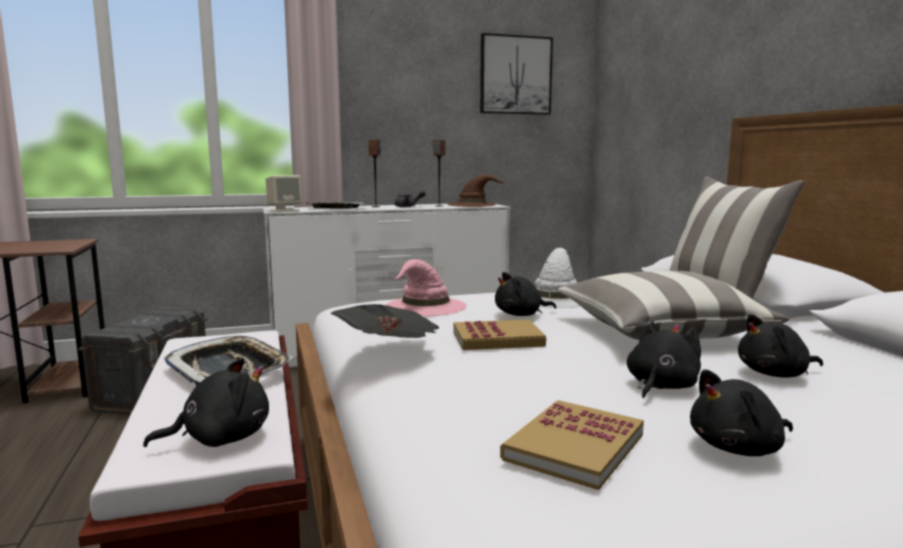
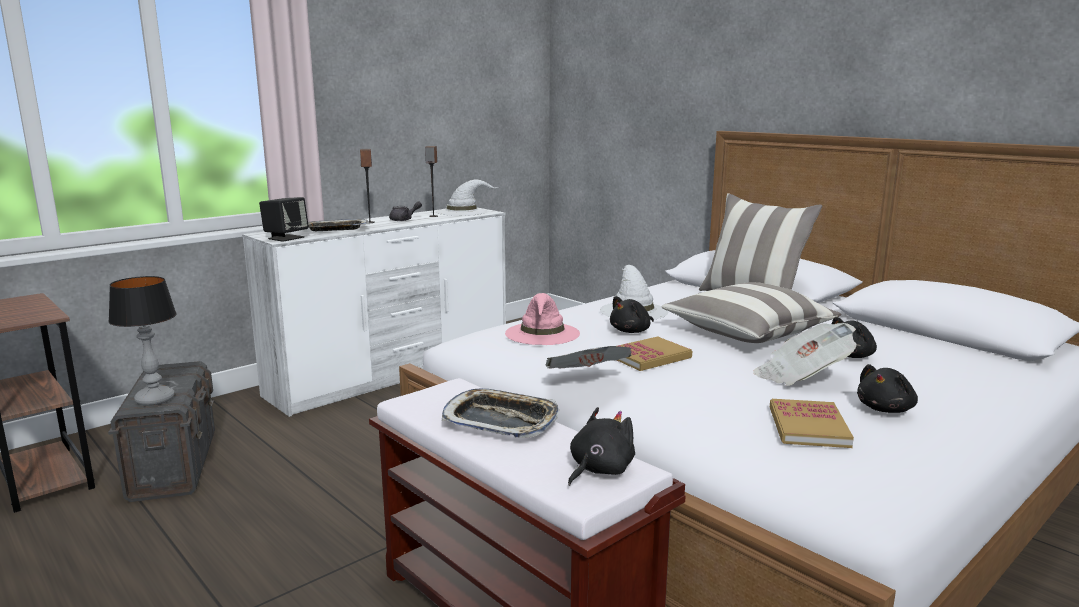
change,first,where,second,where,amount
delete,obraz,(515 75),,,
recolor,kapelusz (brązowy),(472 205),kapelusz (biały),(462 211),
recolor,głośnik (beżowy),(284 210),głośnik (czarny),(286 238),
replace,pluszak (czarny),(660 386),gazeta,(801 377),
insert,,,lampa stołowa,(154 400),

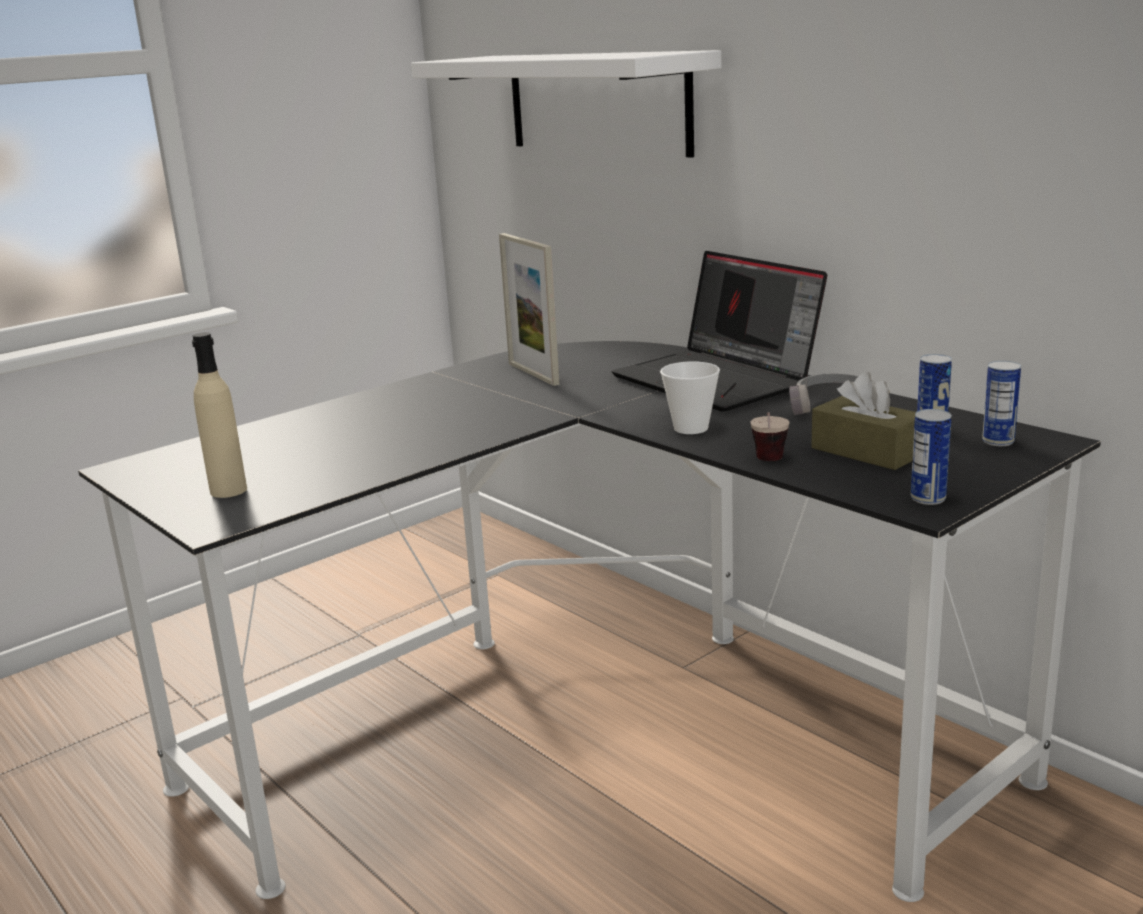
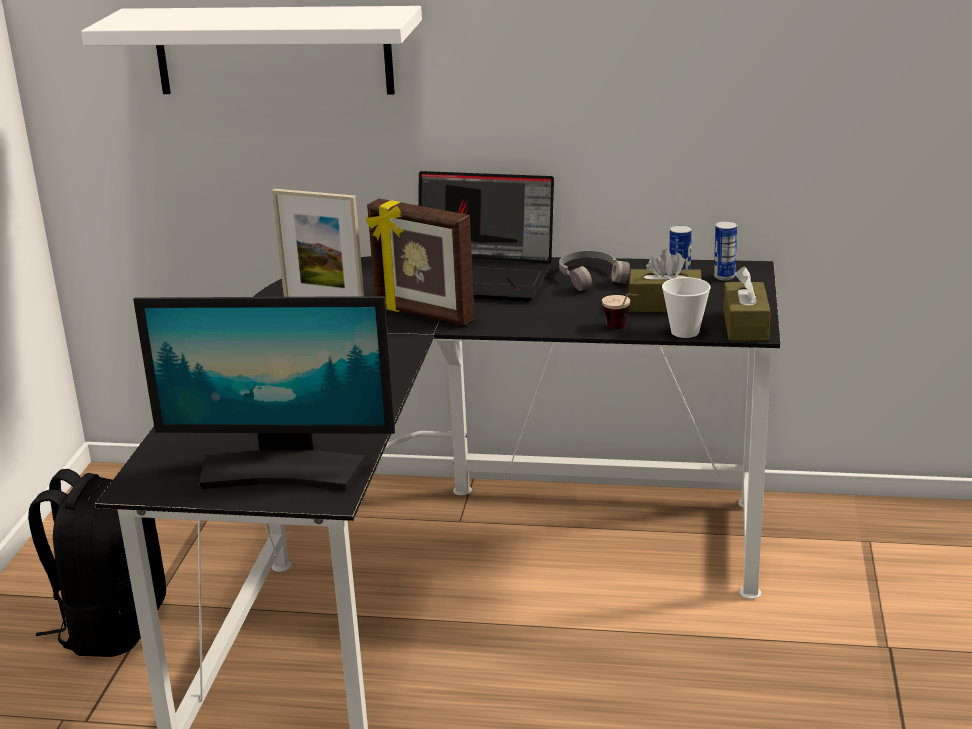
change,first,where,second,where,amount
replace,butelka (beżowy),(228 490),monitor,(281 470),
move,filiżanka,(691 428),,(685 332),
replace,puszka,(928 498),pudełko chusteczek (brązowy),(745 325),
insert,,,ramka na zdjęcie,(423 314),
insert,,,plecak (czarny),(112 626),

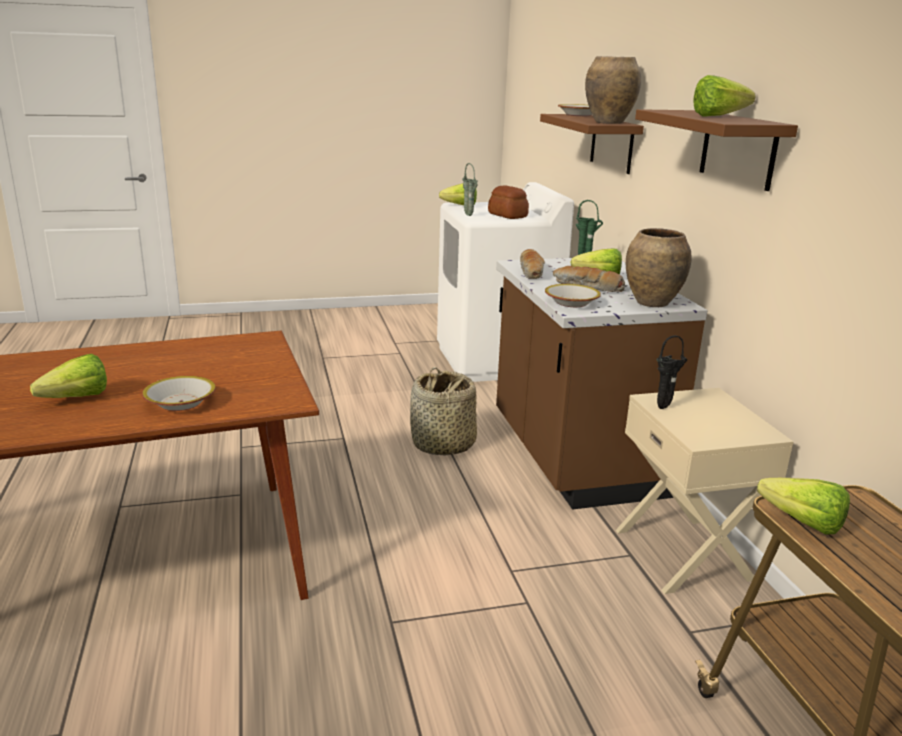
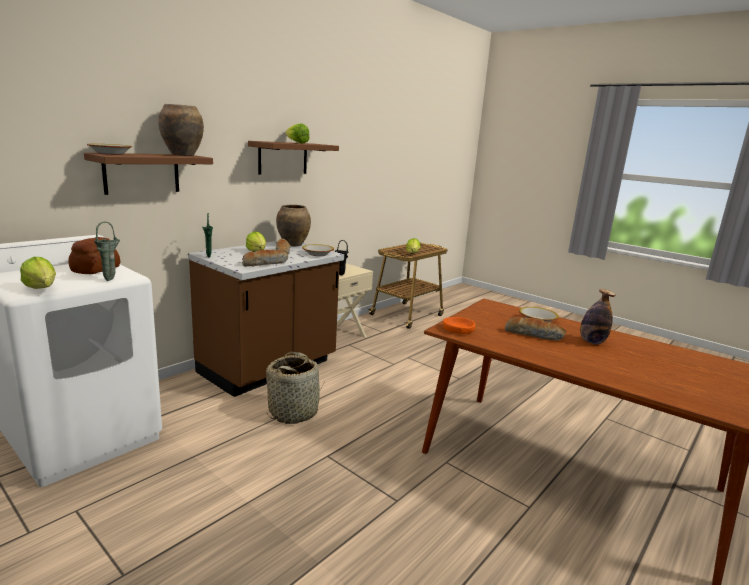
change,first,where,second,where,amount
replace,sałata,(70 399),butelka,(592 342),
insert,,,miska (pomarańczowy),(458 329),
insert,,,chleb,(534 335),

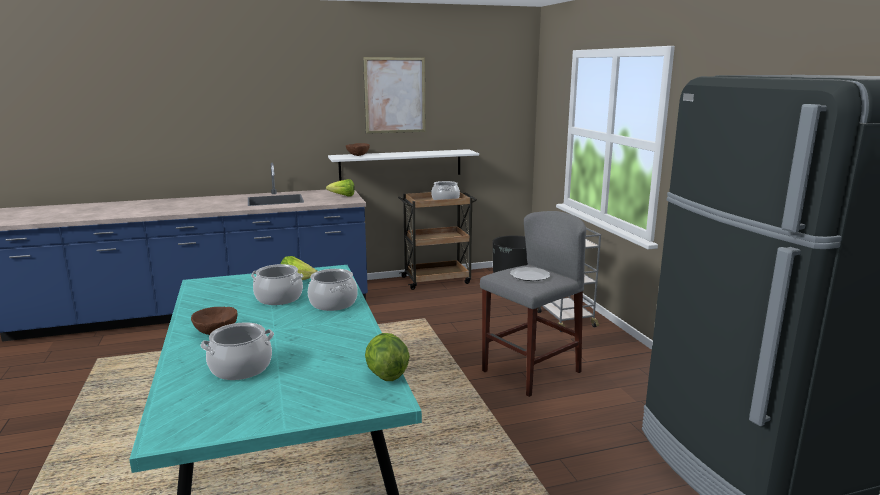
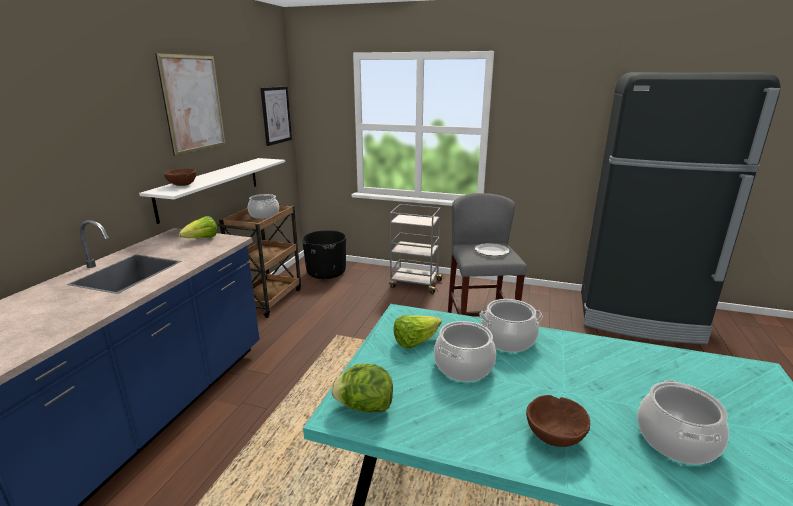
change,first,where,second,where,amount
move,sałata,(386 374),,(364 407),
insert,,,obraz,(276 115),

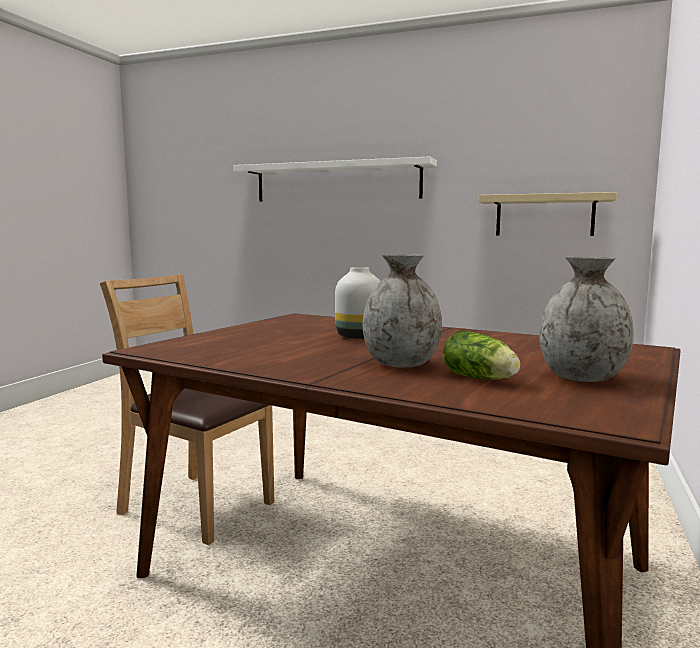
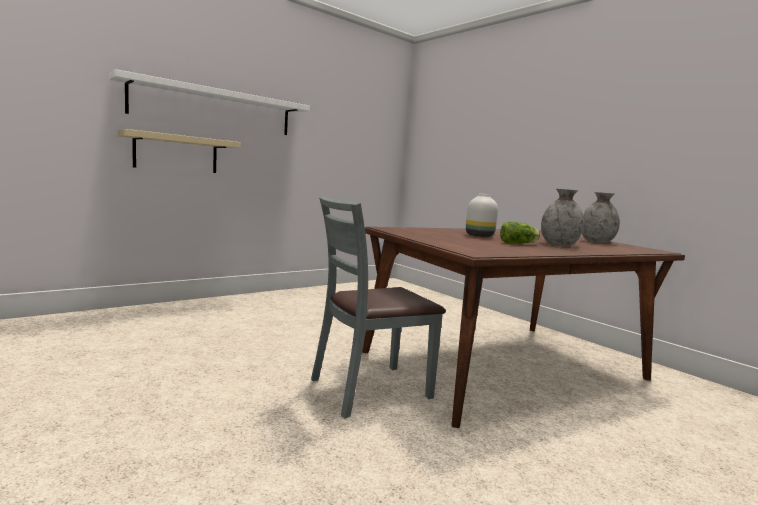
change,first,where,second,where,amount
move,półka (beżowy),(544 215),,(176 153),
recolor,krzesło (brązowy),(196 506),krzesło (szary),(369 389),
move,sałata,(481 379),,(519 243),

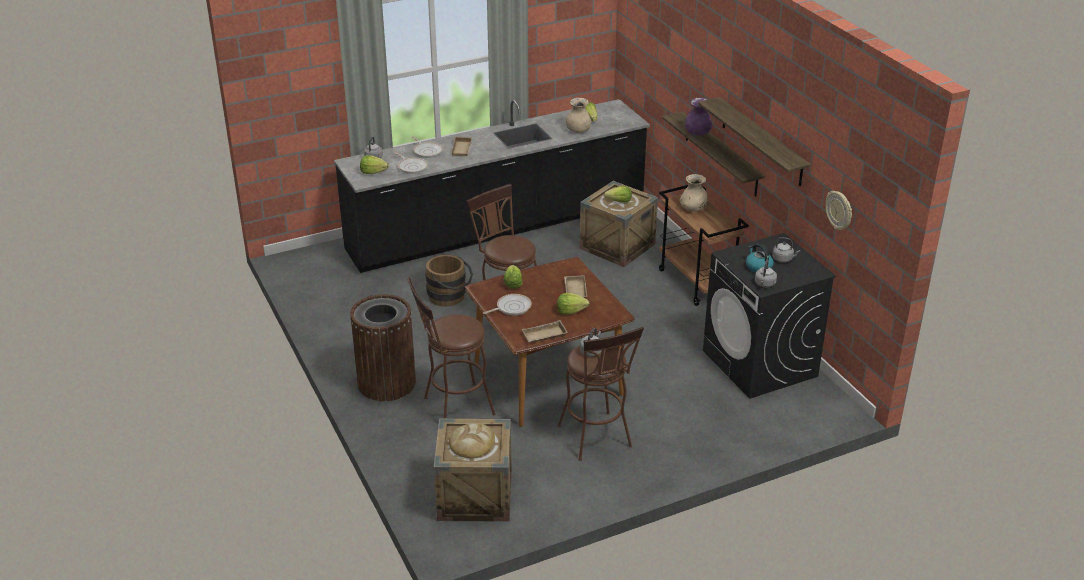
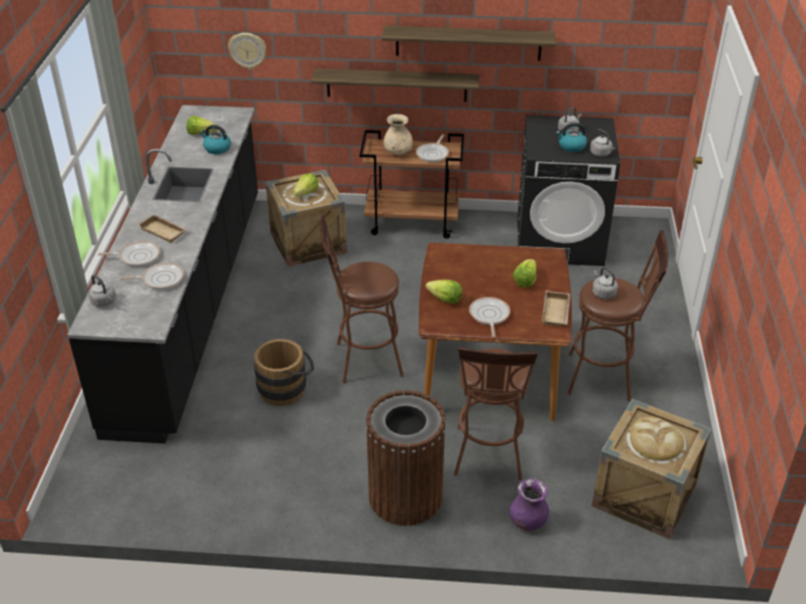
change,first,where,second,where,amount
replace,wazon (beżowy),(578 131),czajnik,(217 148),
move,wazon (fioletowy),(697 133),,(528 521),
delete,sałata,(373 172),,,
move,zegar ścienny,(839 210),,(247 50),
delete,taca (beżowy),(574 290),,,
insert,,,patelnia,(433 154),

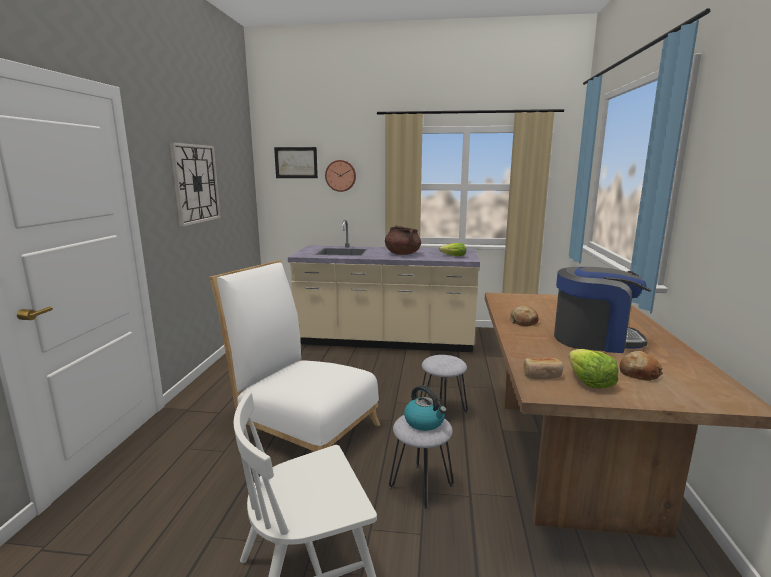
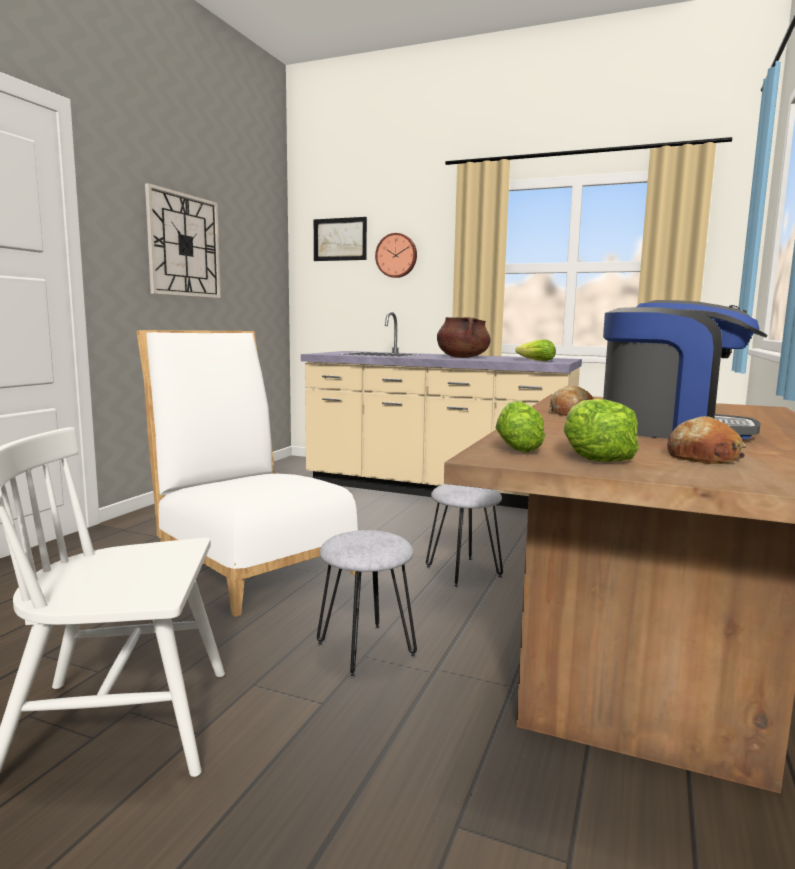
change,first,where,second,where,amount
replace,chleb,(542 375),sałata,(520 447),
delete,czajnik,(425 422),,,

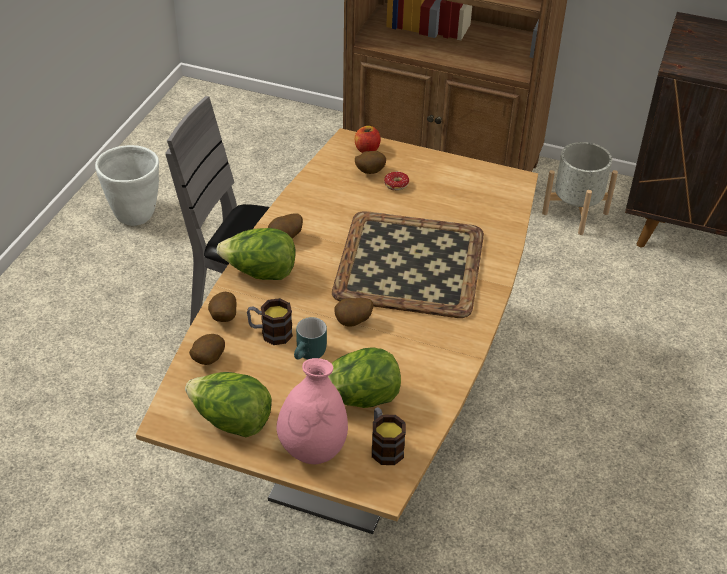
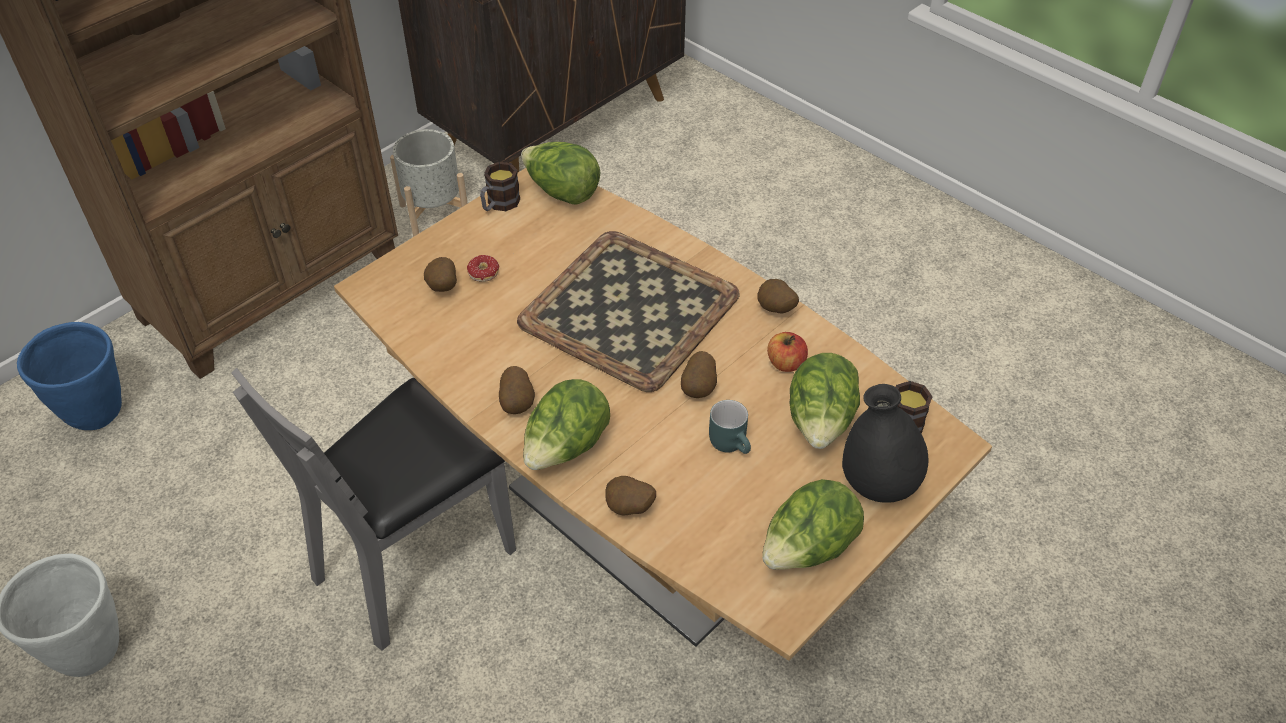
change,first,where,second,where,amount
move,jabłko,(367 149),,(785 363),
move,kubek,(270 333),,(499 204),
move,ziemniak,(207 360),,(775 310),
recolor,wazon (różowy),(313 449),wazon (czarny),(878 485),
insert,,,sałata,(562 192),
insert,,,donica (niebieski),(96 413),

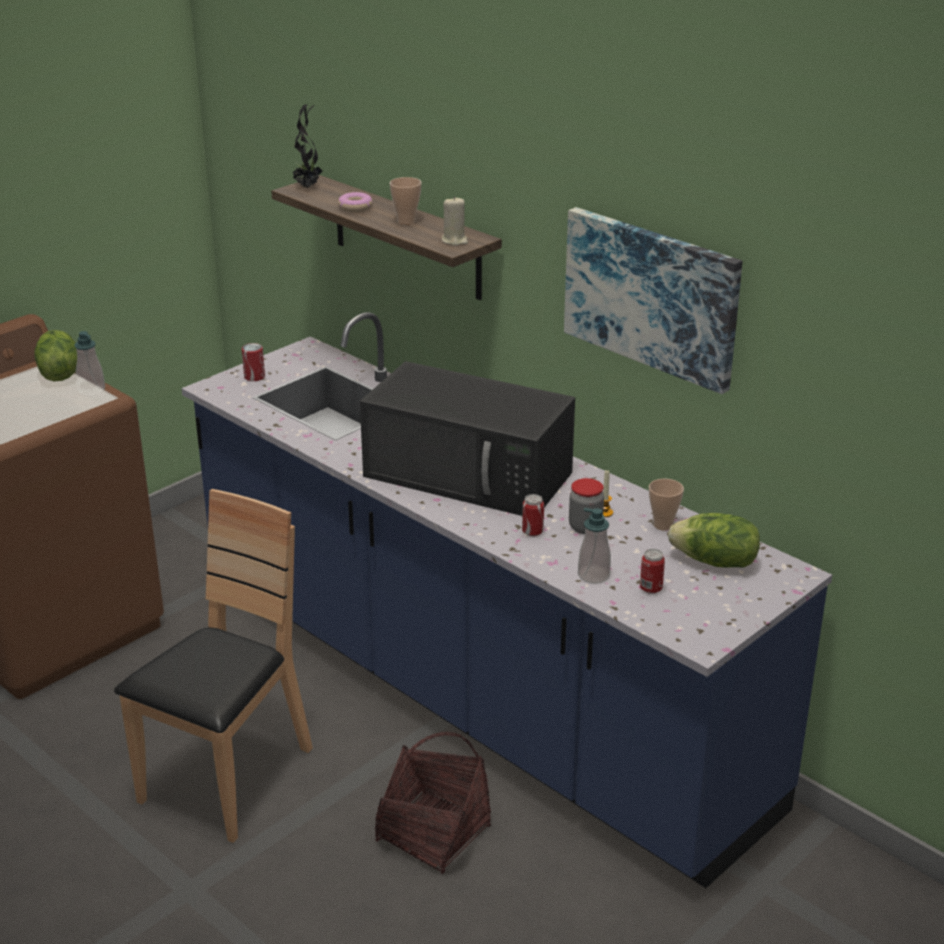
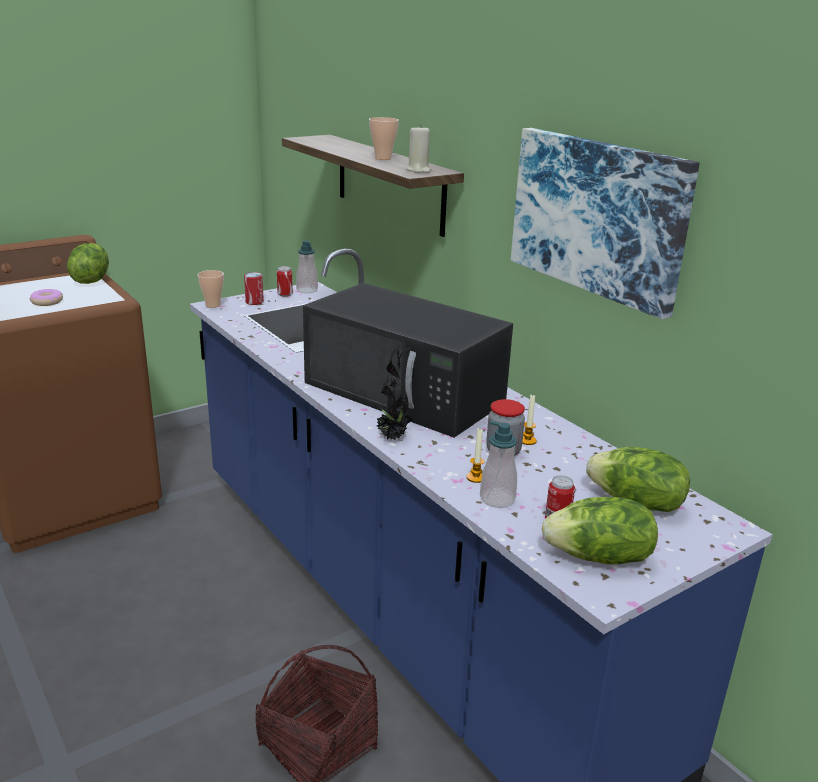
change,first,where,second,where,amount
move,roślina doniczkowa,(307 187),,(393 438),
move,donut,(355 207),,(47 302),
move,dozownik mydła,(91 390),,(307 290),
move,filiżanka,(663 525),,(213 305),
delete,krzesło (brązowy),(228 778),,,
move,puszka,(532 532),,(285 295),
insert,,,świeca,(476 477),
insert,,,sałata,(599 558),

